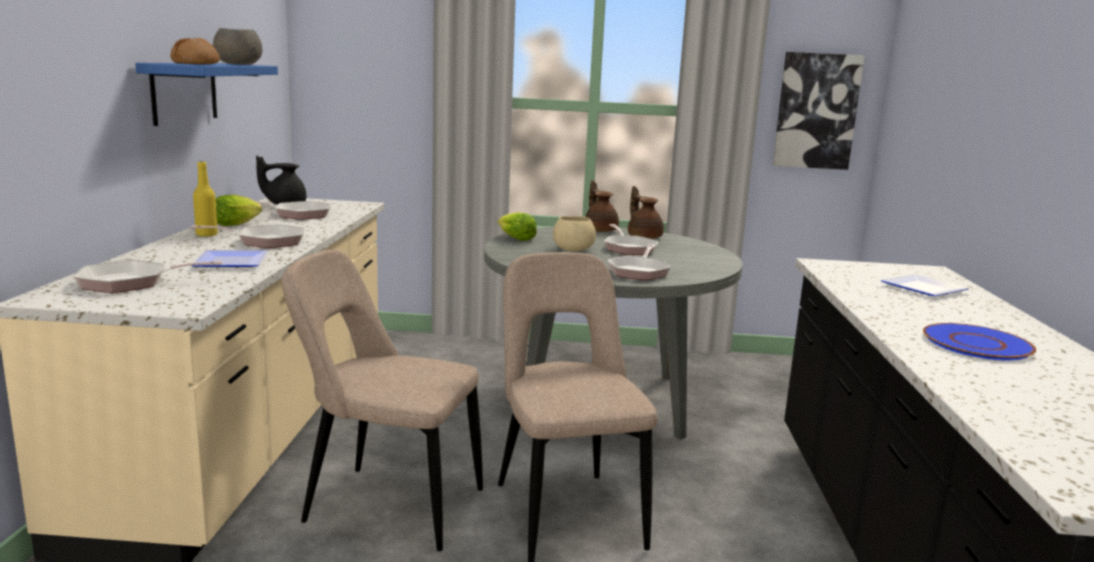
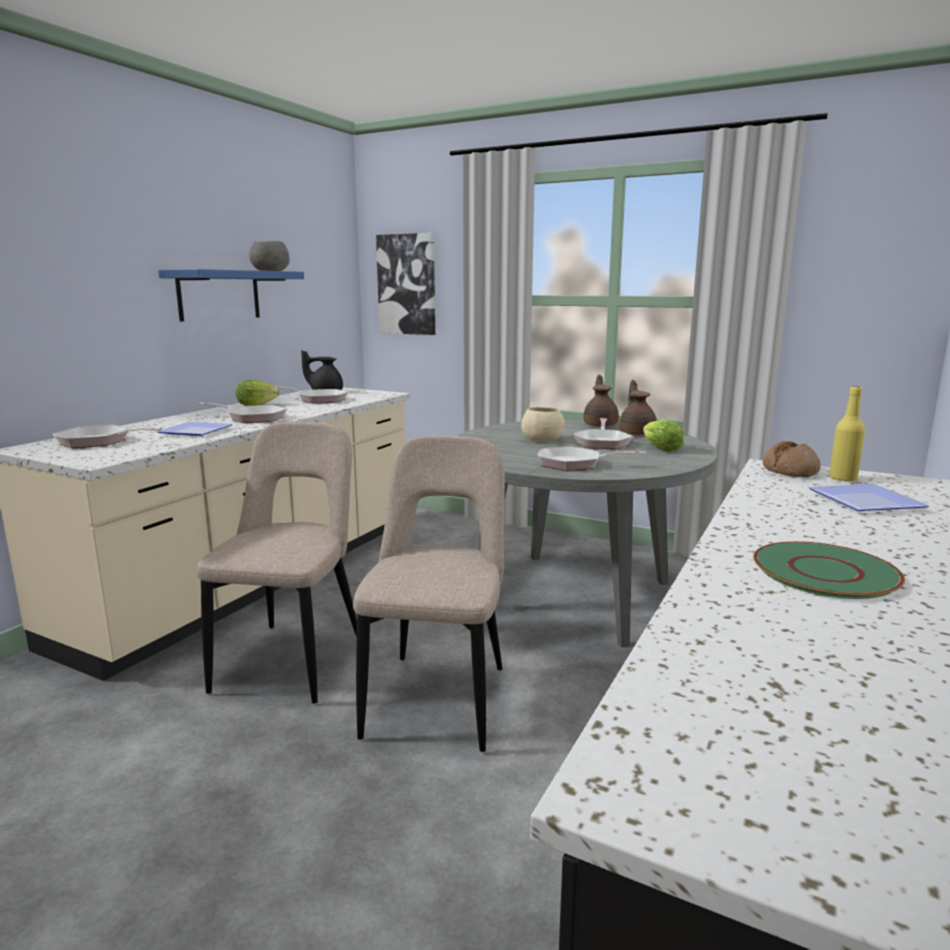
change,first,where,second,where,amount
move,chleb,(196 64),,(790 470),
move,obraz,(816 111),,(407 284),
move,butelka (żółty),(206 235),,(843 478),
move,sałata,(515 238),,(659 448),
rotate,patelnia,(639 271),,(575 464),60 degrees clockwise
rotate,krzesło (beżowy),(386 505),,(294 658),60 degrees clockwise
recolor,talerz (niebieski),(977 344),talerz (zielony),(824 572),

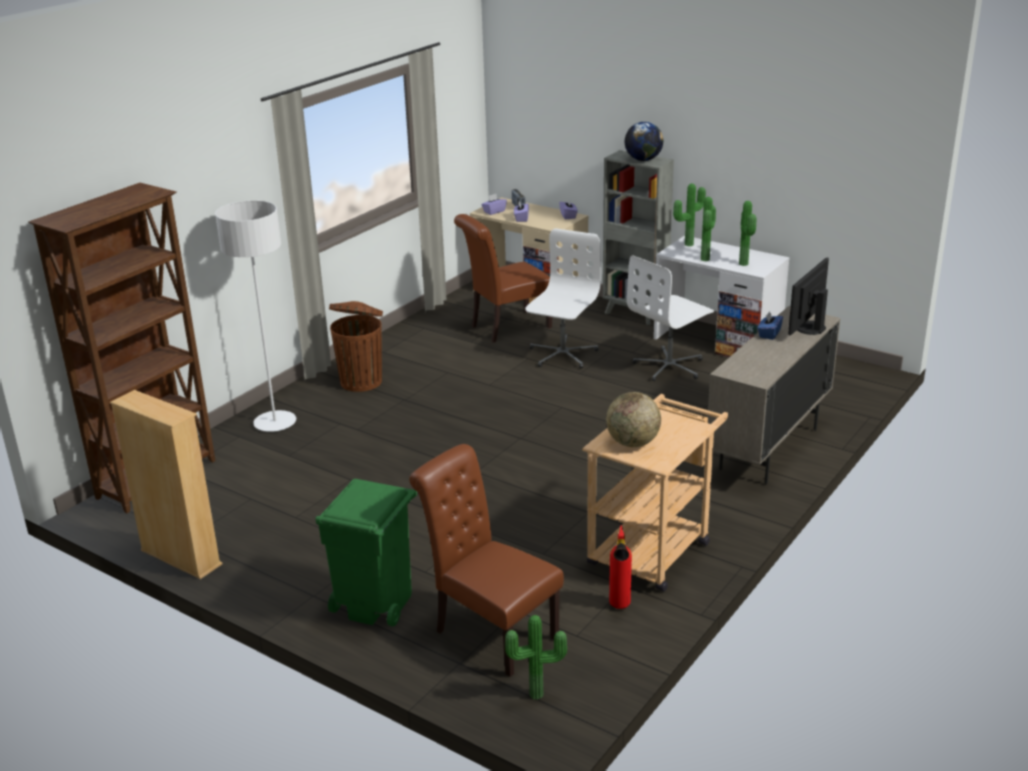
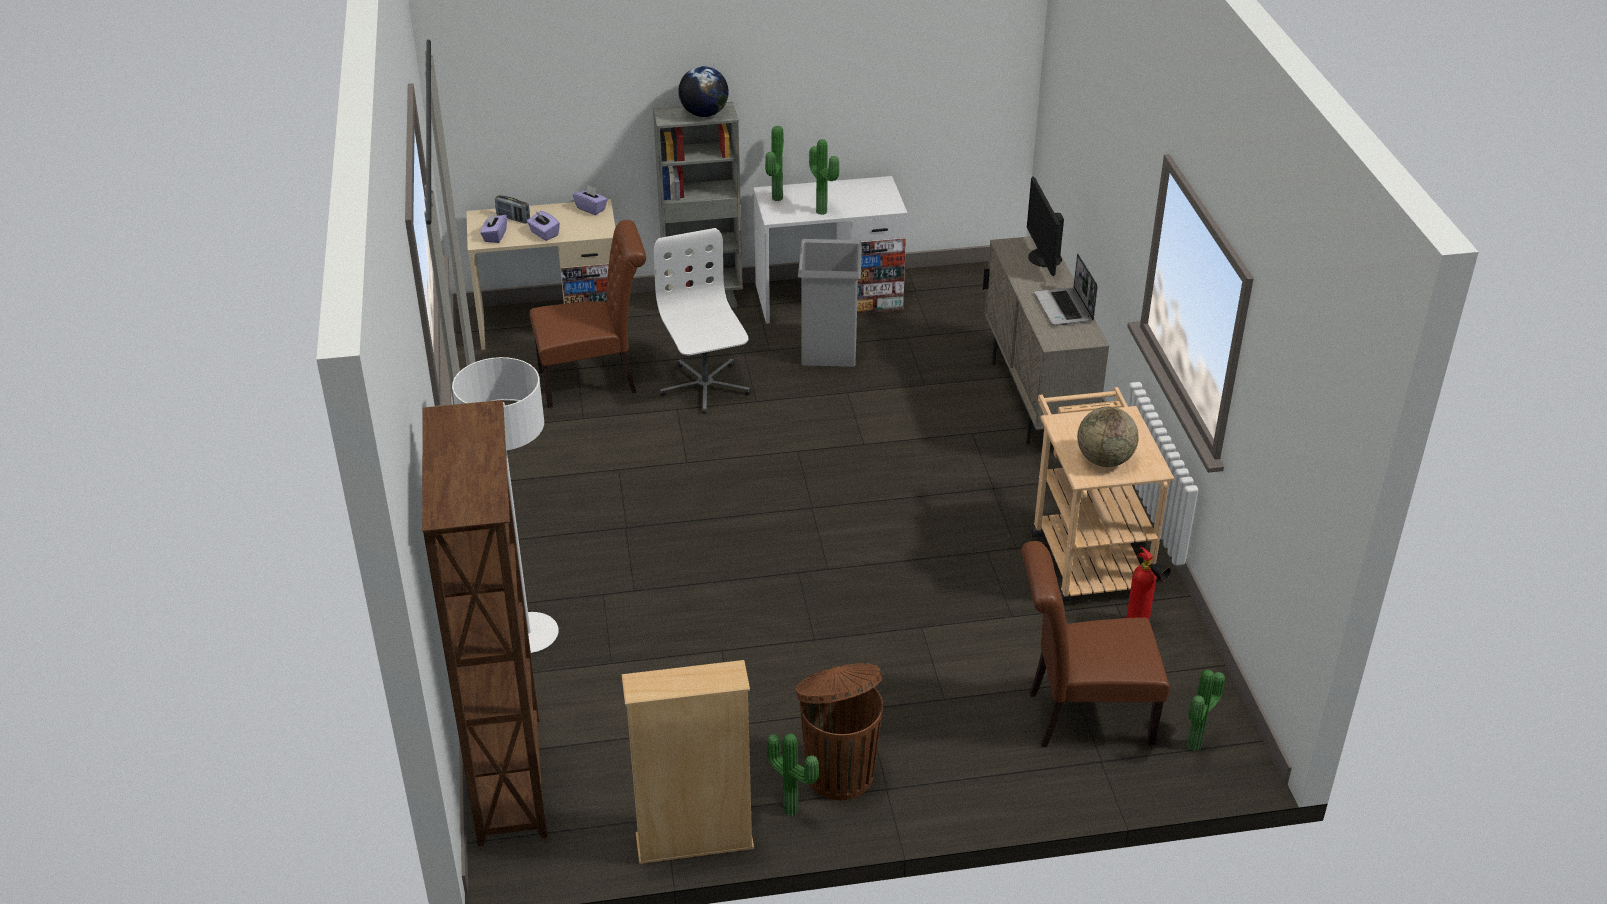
change,first,where,second,where,amount
move,roślina doniczkowa,(745 264),,(792 808),
rotate,krzesło (brązowy),(506 328),,(594 381),120 degrees counterclockwise
replace,krzesło biurowe (biały),(670 366),kosz na śmieci (szary),(828 350),
move,kosz na śmieci (brązowy),(362 381),,(838 772),
delete,pudełko chusteczek (niebieski),(769 334),,,
delete,kosz na śmieci (zielony),(374 603),,,
insert,,,laptop,(1064 308),

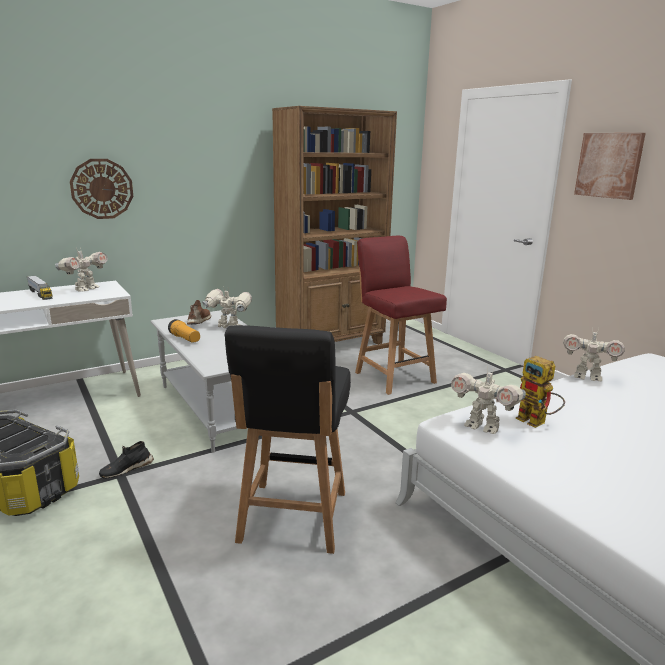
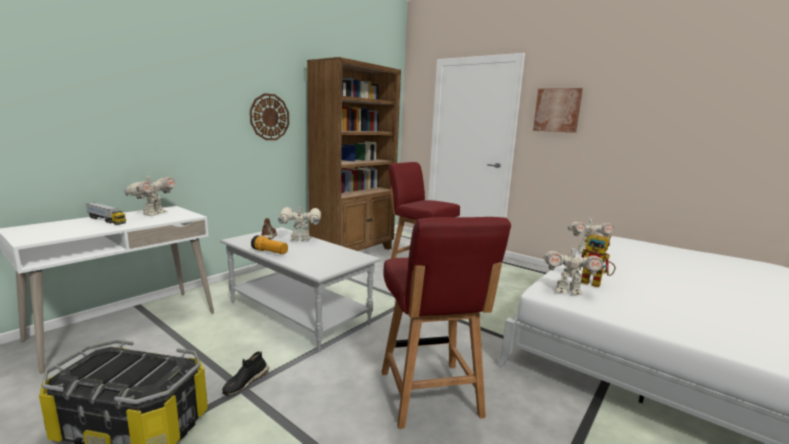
change,first,where,second,where,amount
move,zegar ścienny,(102 189),,(269 117),
recolor,krzesło (czarny),(292 518),krzesło (czerwony),(430 395),

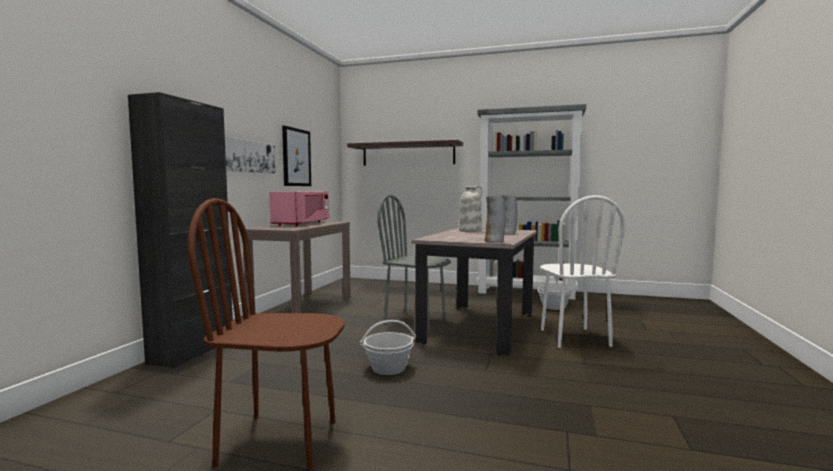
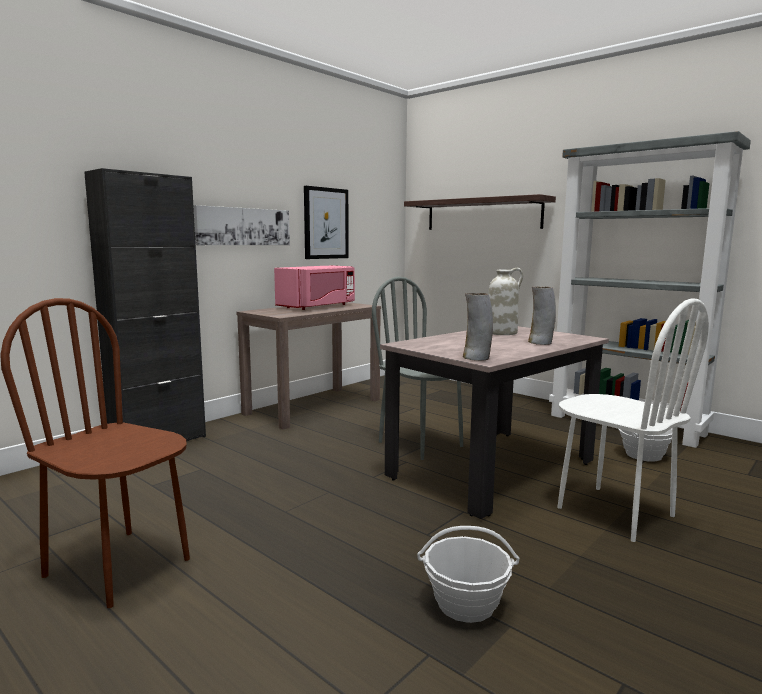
change,first,where,second,where,amount
rotate,krzesło (biały),(573 338),,(614 512),60 degrees counterclockwise
move,koszyk,(388 368),,(466 603),

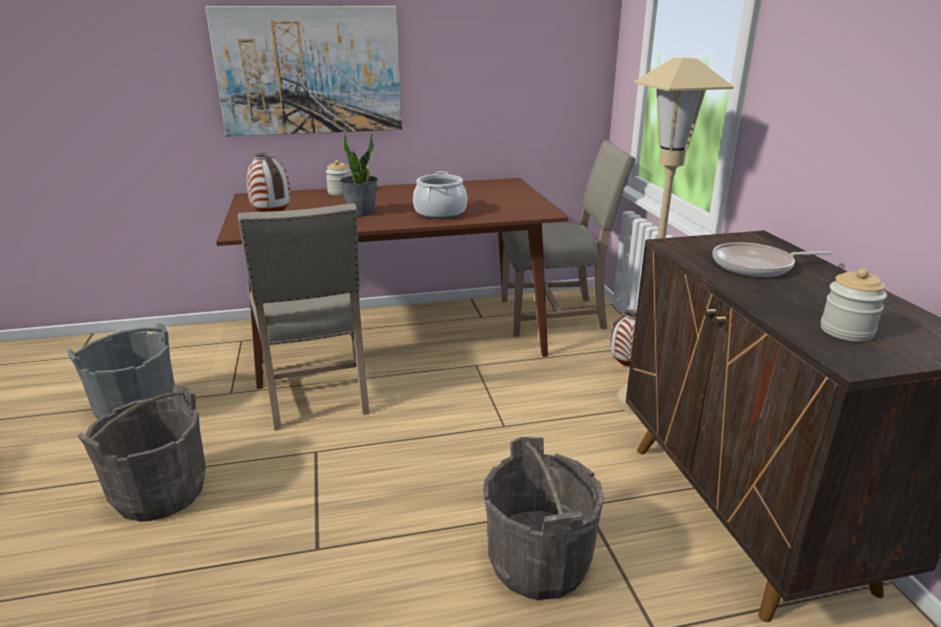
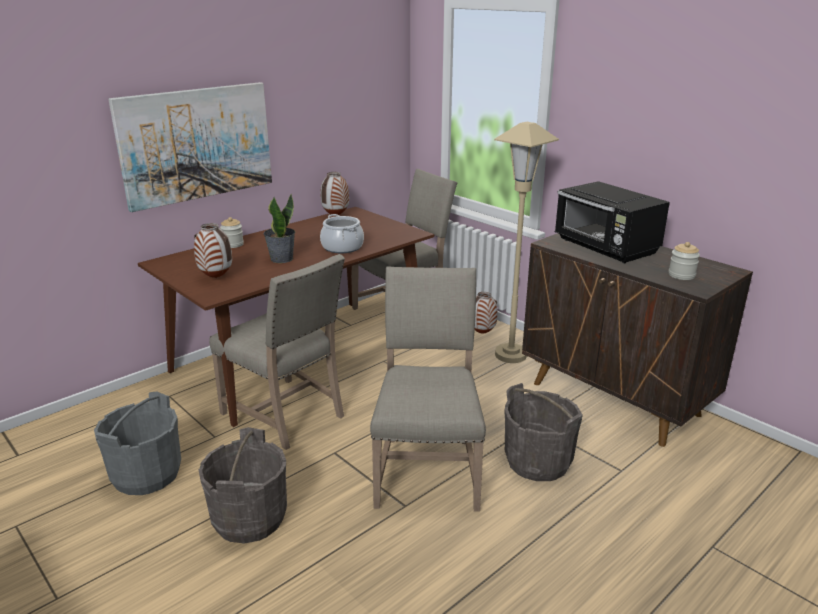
change,first,where,second,where,amount
replace,patelnia,(757 266),mikrofalówka (czarny),(606 248),
insert,,,wazon,(335 216),
insert,,,krzesło (beżowy),(427 469),

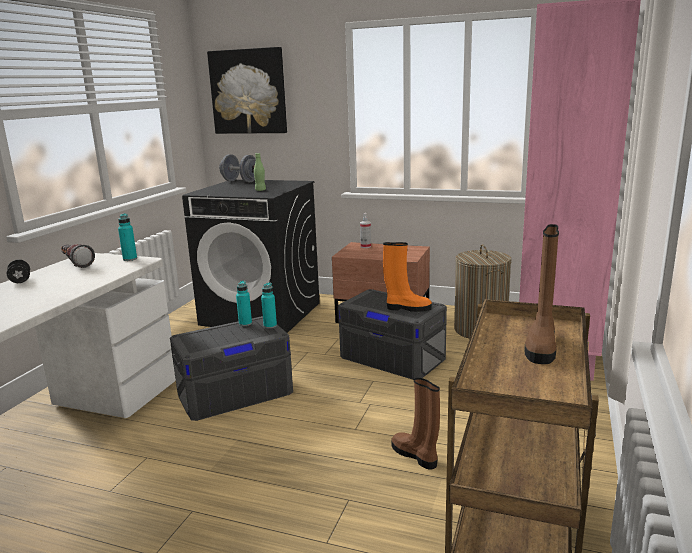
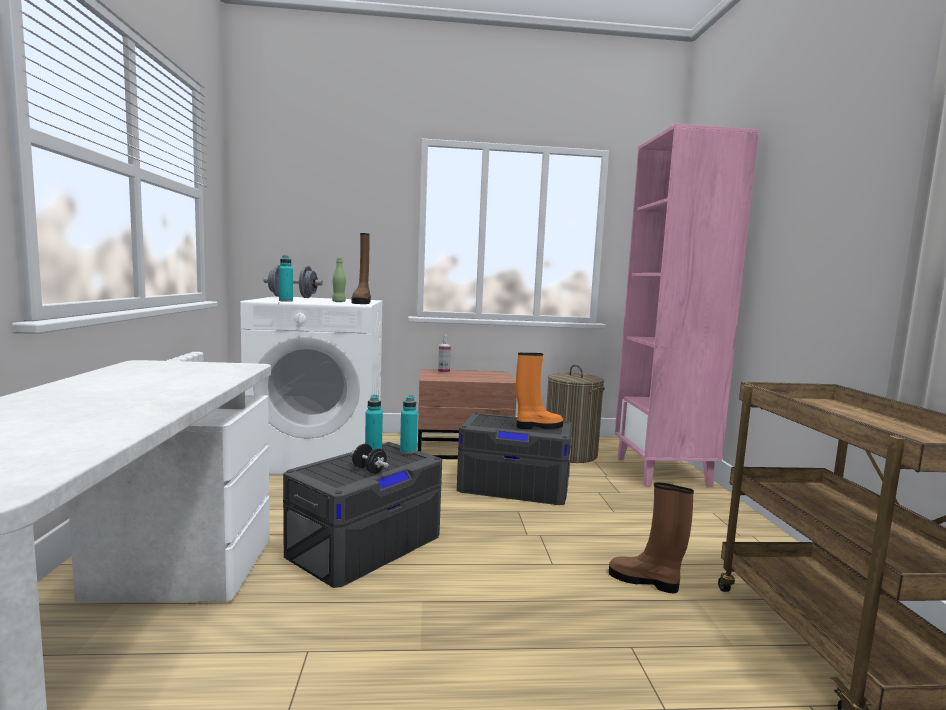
change,first,where,second,where,amount
delete,obraz,(248 92),,,
recolor,pralka (czarny),(262 314),pralka (biały),(319 456),
move,butelka (turkusowy),(130 259),,(286 301),
move,but z cholewką (brązowy),(541 346),,(362 302),
delete,latarka,(75 263),,,
move,hantel (czarny),(20 280),,(369 470),

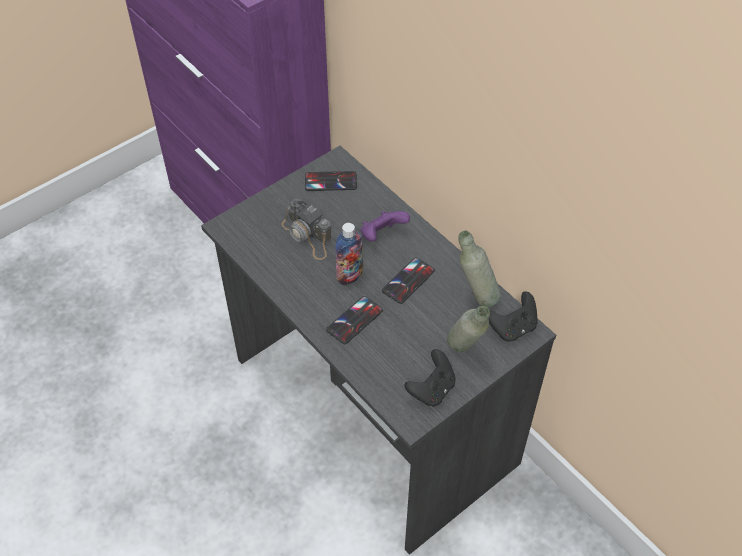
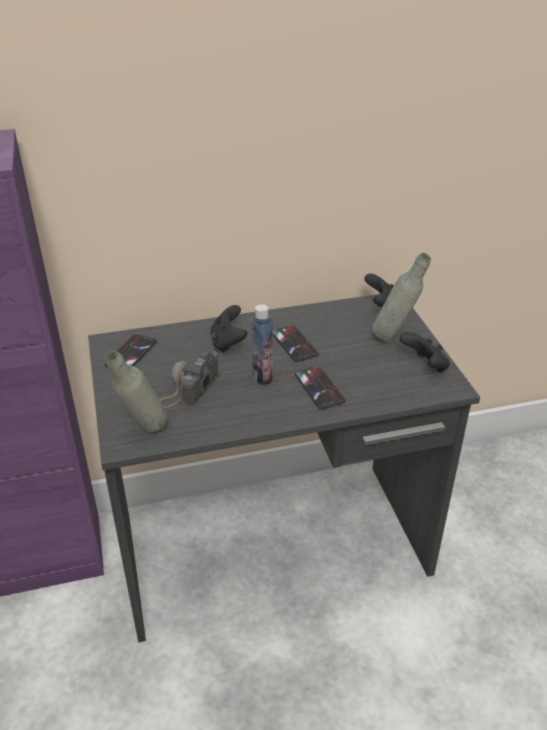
change,first,where,second,where,amount
rotate,aparat fotograficzny,(308 236),,(189 387),135 degrees clockwise
recolor,pad do gier (fioletowy),(382 235),pad do gier (czarny),(228 342),
move,butelka (szary),(475 298),,(143 433),

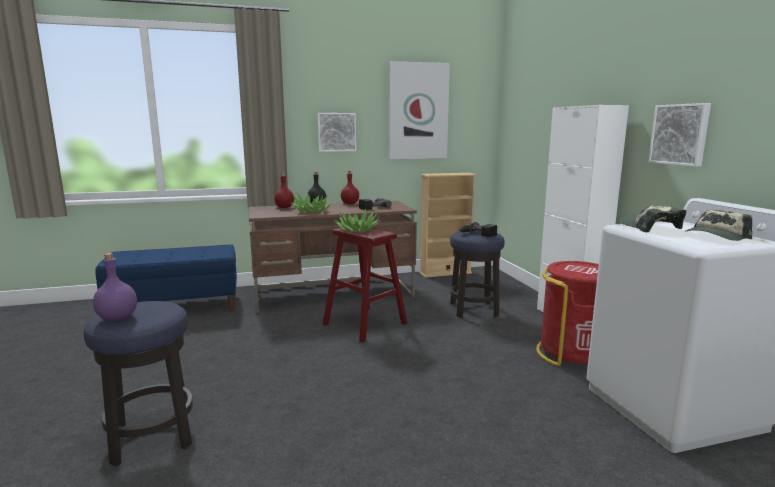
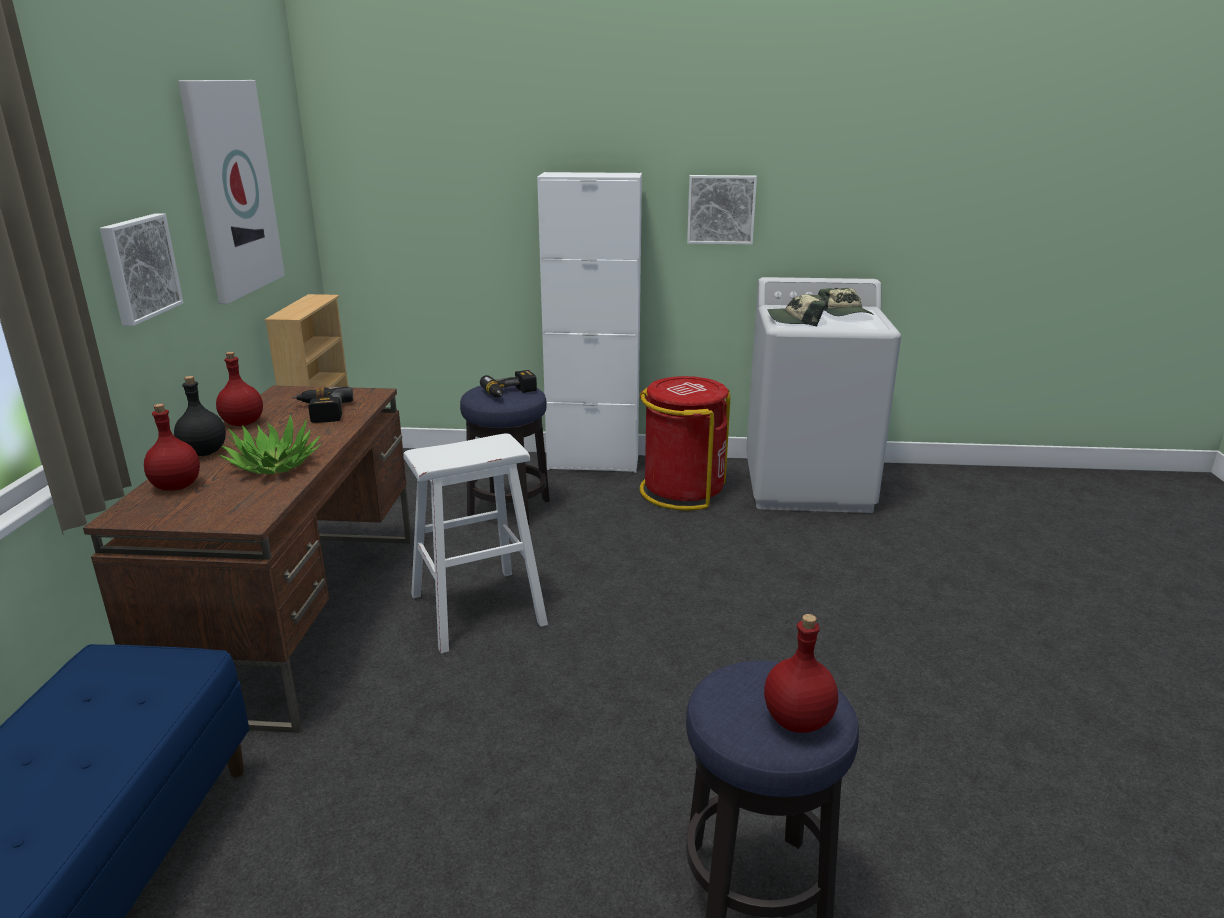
change,first,where,second,where,amount
delete,roślina doniczkowa,(357 230),,,
recolor,stołek (czerwony),(365 324),stołek (biały),(478 609),
recolor,butelka (fioletowy),(117 318),butelka (czerwony),(798 722),

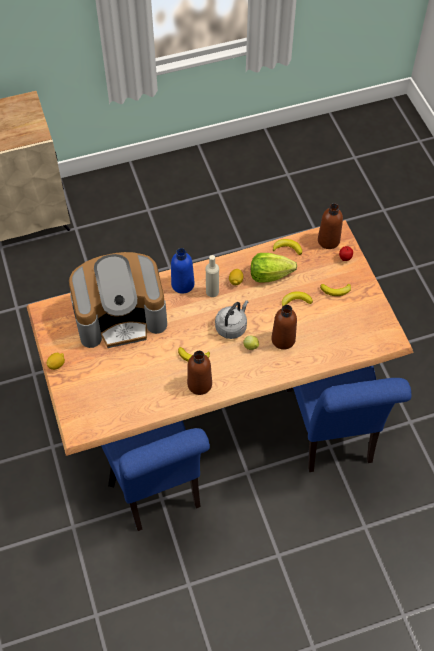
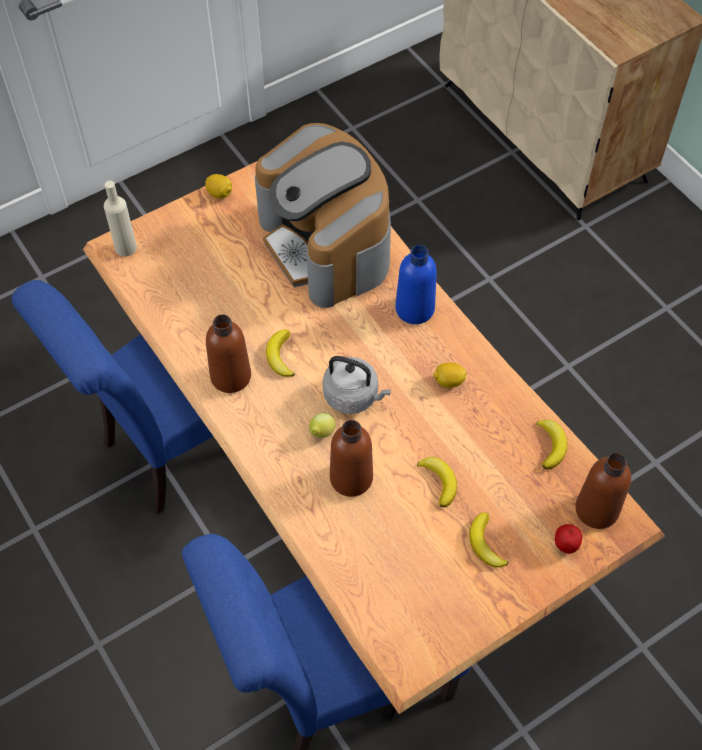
change,first,where,second,where,amount
delete,sałata,(270 275),,,
move,butelka (beżowy),(212 291),,(126 248),

